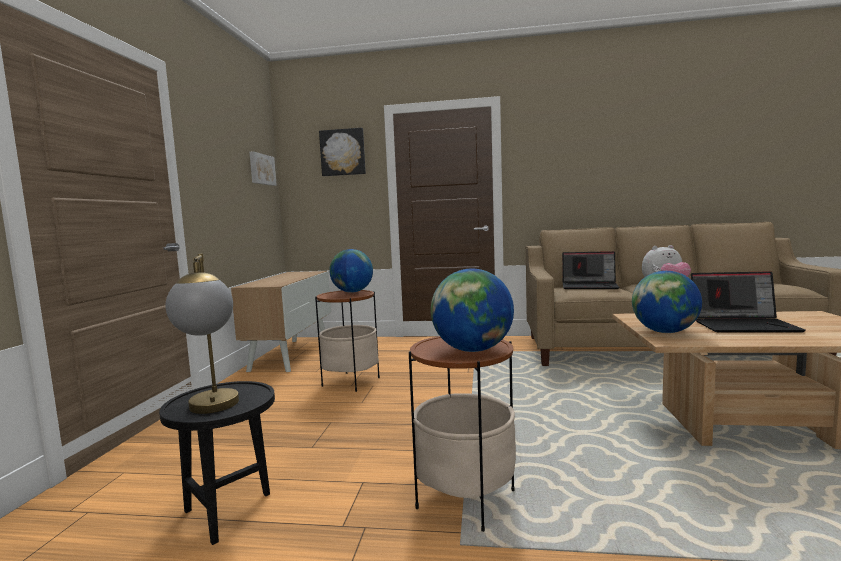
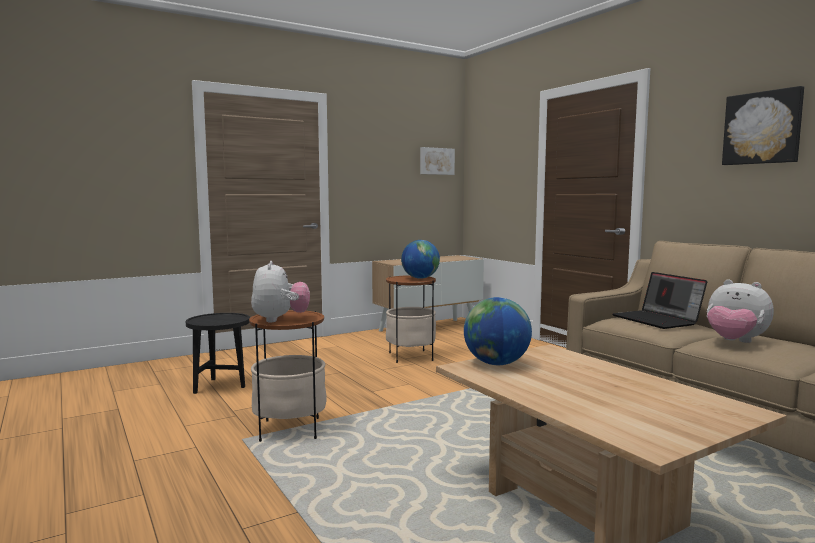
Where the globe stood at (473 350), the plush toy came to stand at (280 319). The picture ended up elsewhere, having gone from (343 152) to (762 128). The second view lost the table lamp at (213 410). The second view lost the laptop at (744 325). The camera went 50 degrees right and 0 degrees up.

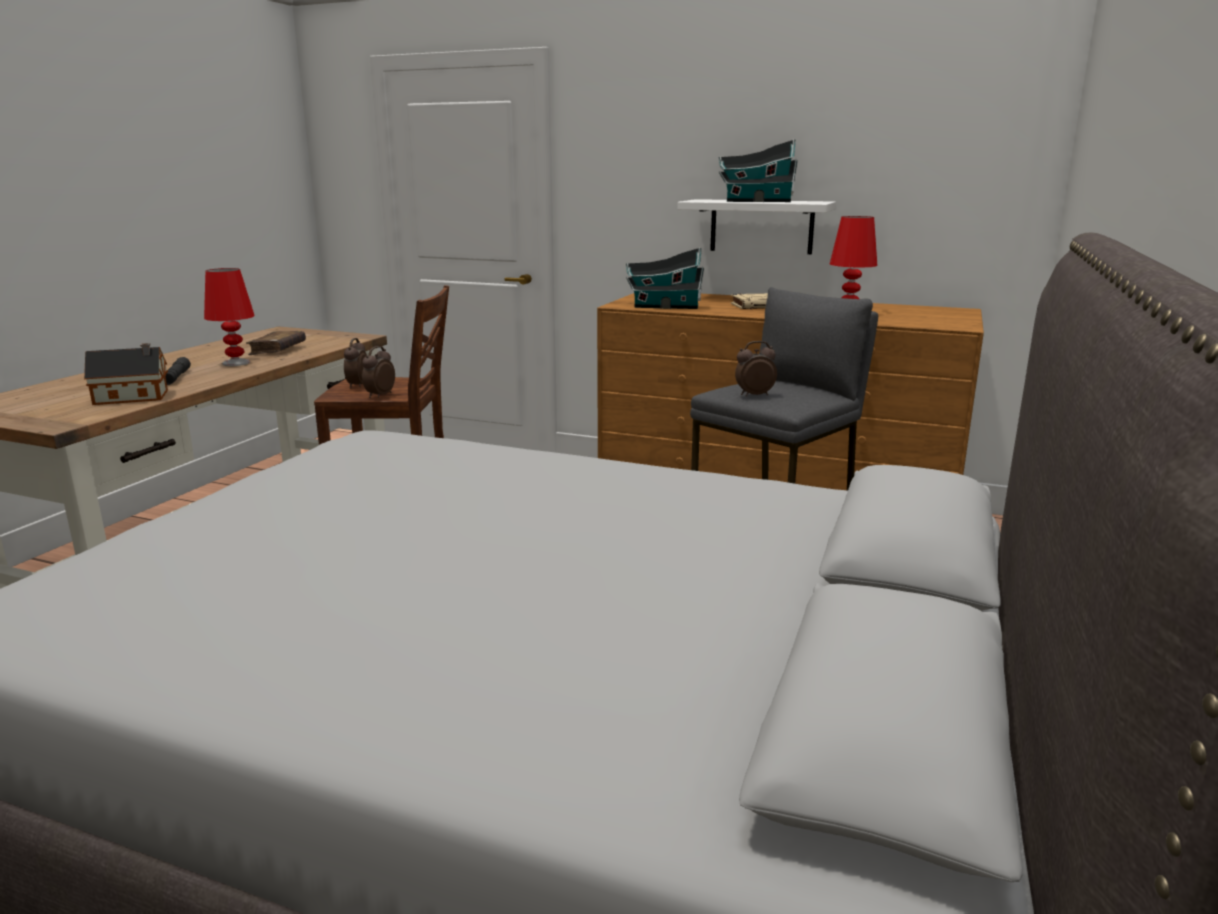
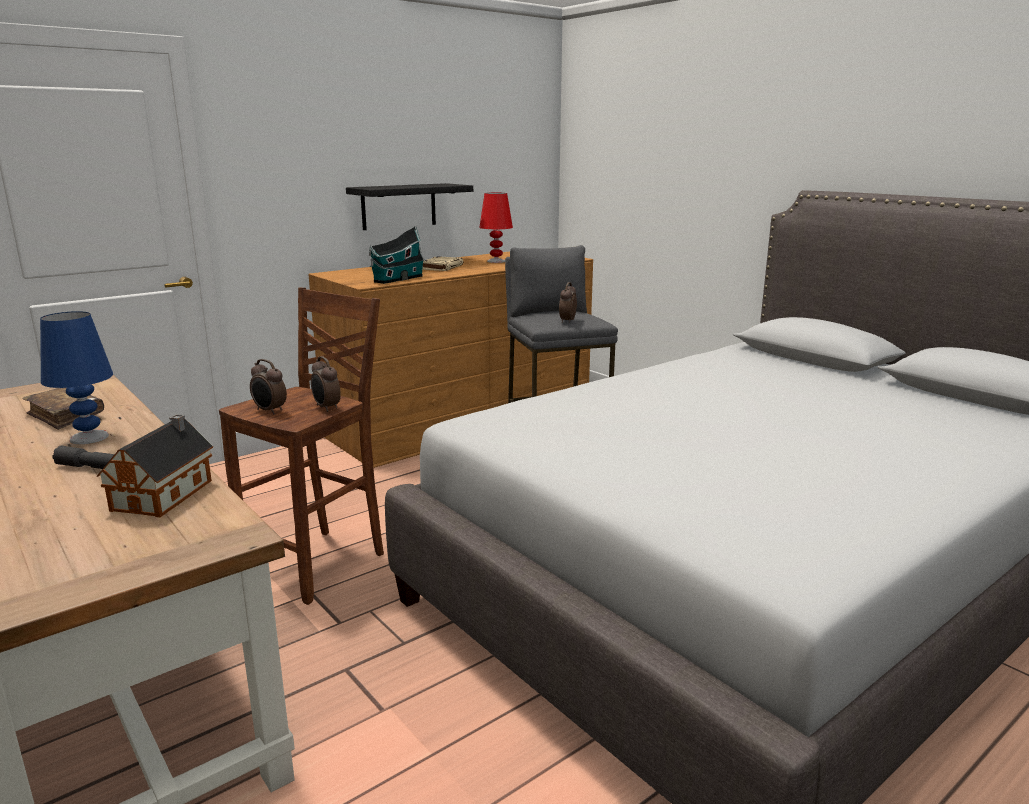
What was the red table lamp at (236 363) turned into the blue table lamp at (89 437). What was the white shelf at (761 226) turned into the black shelf at (399 206). The second view lost the toy house at (755 201). The camera went 60 degrees left and 0 degrees up.

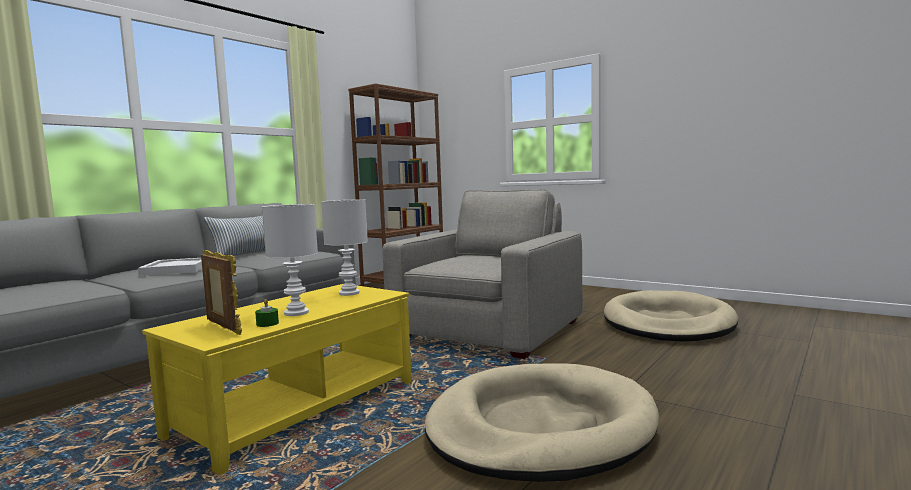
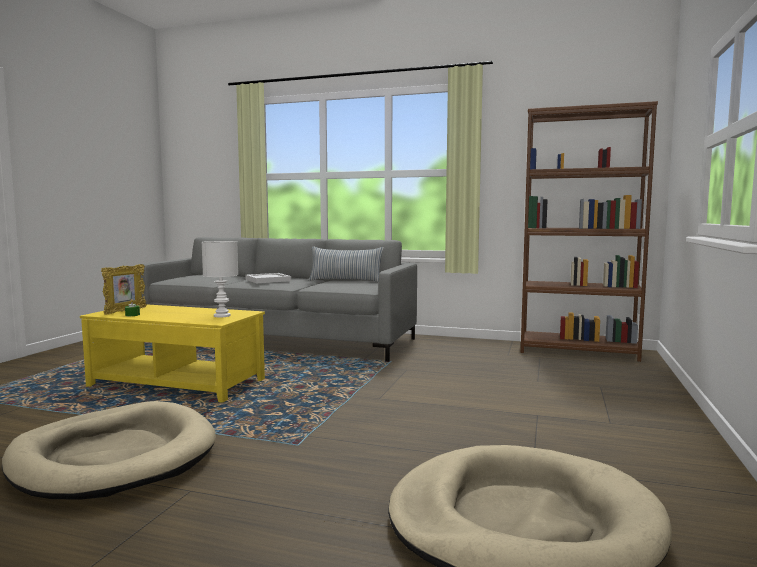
The second view lost the white table lamp at (295 313). The second view lost the grey armchair at (488 330). The camera went 70 degrees right and 0 degrees up.

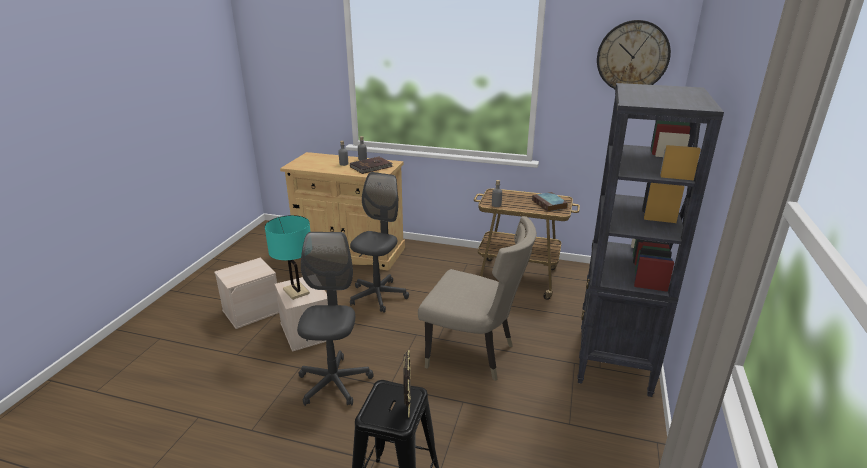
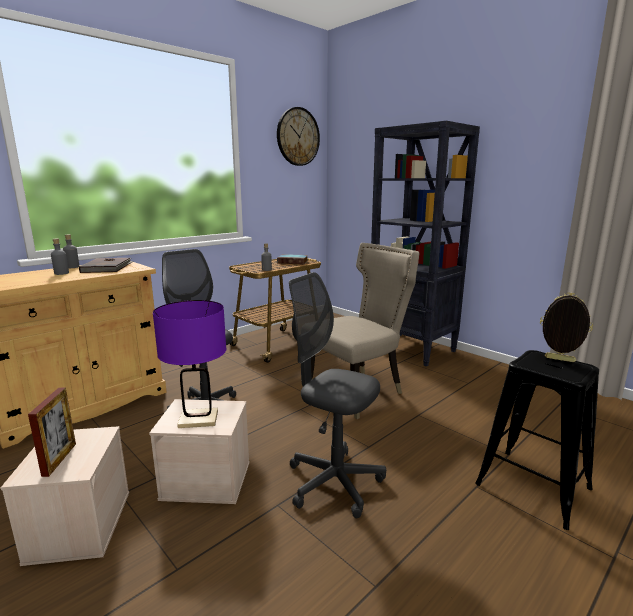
The second view gained the picture frame at (59 459). What was the turquoise table lamp at (296 291) turned into the purple table lamp at (198 419). The camera went 60 degrees left and 10 degrees down.

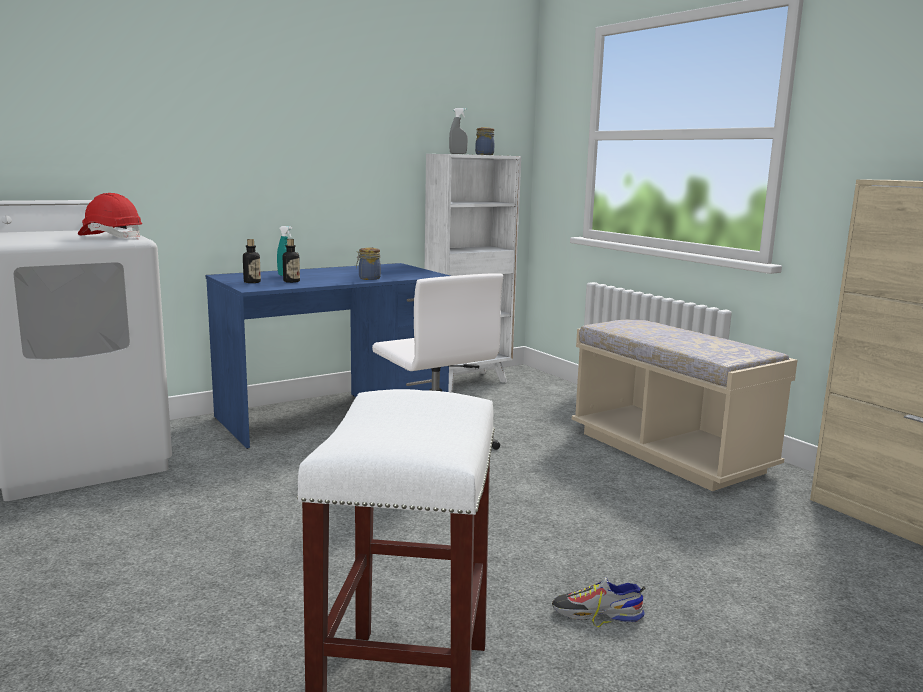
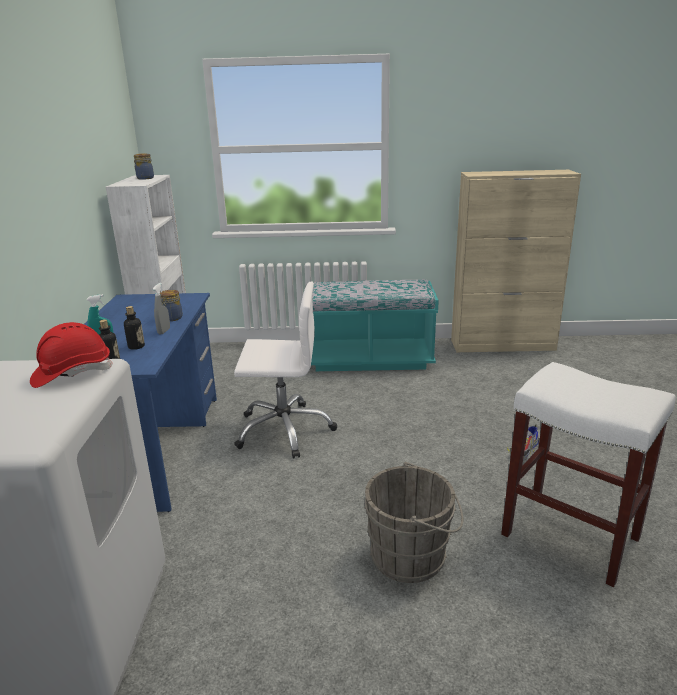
The grey spray bottle ended up elsewhere, having gone from (458 154) to (164 331). What was the beige bench at (669 452) turned into the turquoise bench at (369 359). The second view gained the grey bucket at (413 556). The camera went 55 degrees left and 10 degrees up.

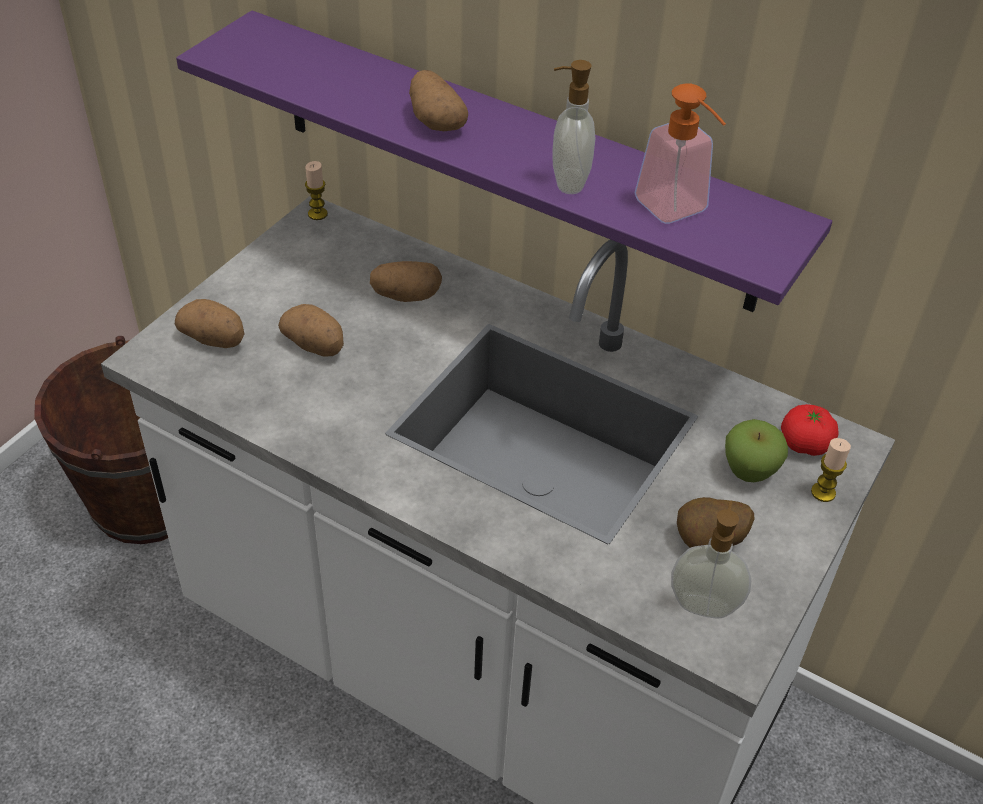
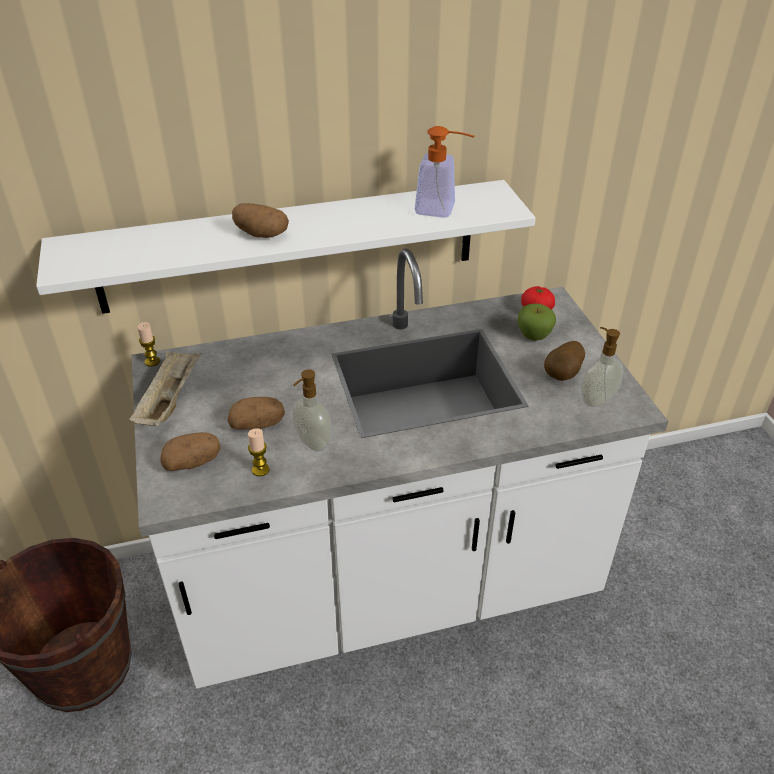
What was the purple shelf at (511 160) turned into the white shelf at (289 246). The second view gained the beige tray at (169 400). The candle ended up elsewhere, having gone from (823 492) to (260 470). The soap dispenser ended up elsewhere, having gone from (568 182) to (312 443). The second view lost the potato at (406 296). The camera went 45 degrees left and 5 degrees down.

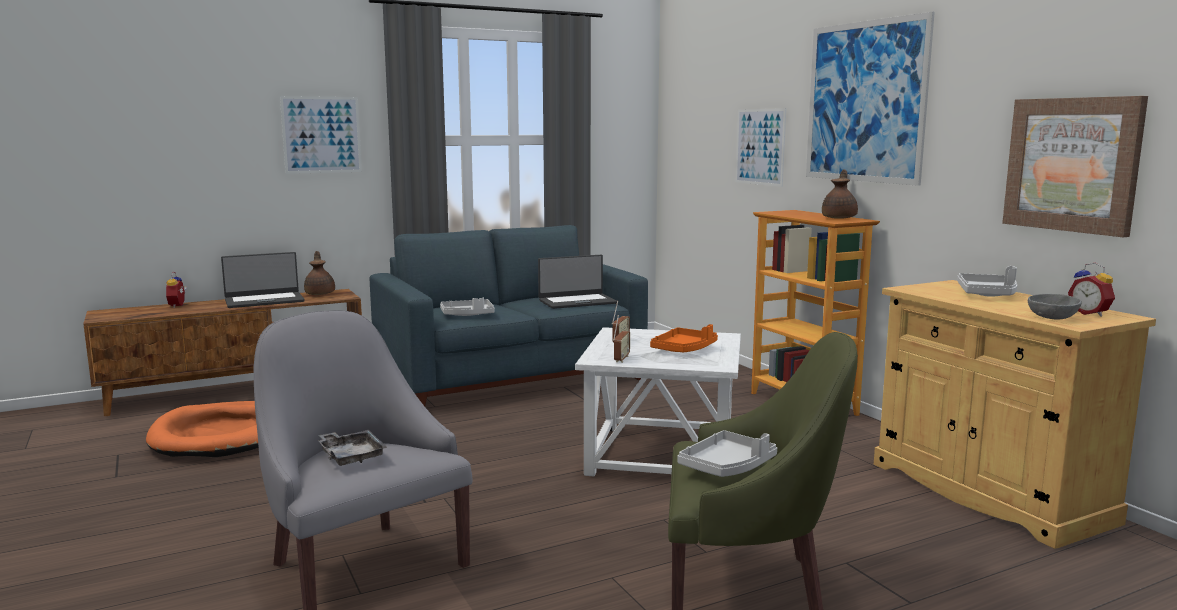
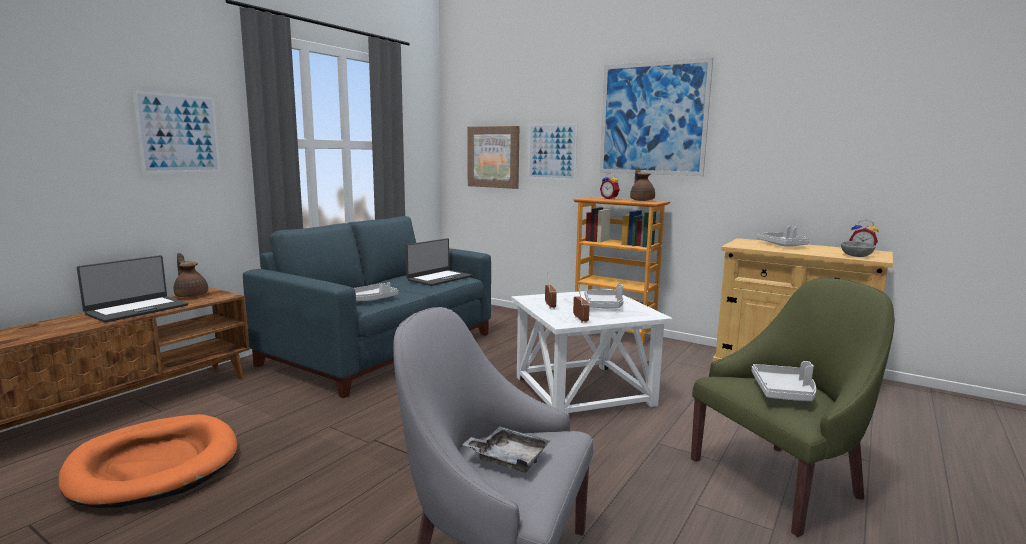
The picture ended up elsewhere, having gone from (1072 164) to (493 157). What was the orange tray at (684 349) turned into the grey tray at (604 306). The alarm clock ended up elsewhere, having gone from (178 305) to (610 198). The camera went 30 degrees left and 0 degrees up.

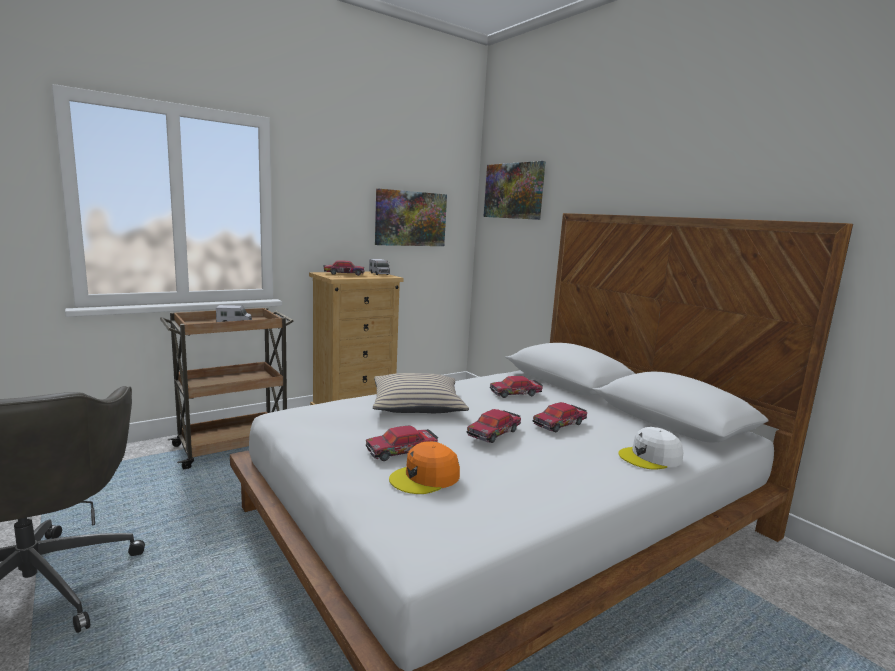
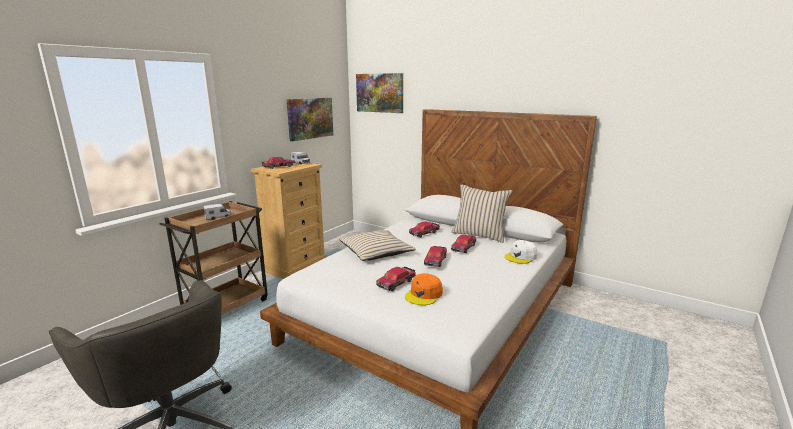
The second view gained the beige pillow at (479 235). The camera went 20 degrees left and 5 degrees up.

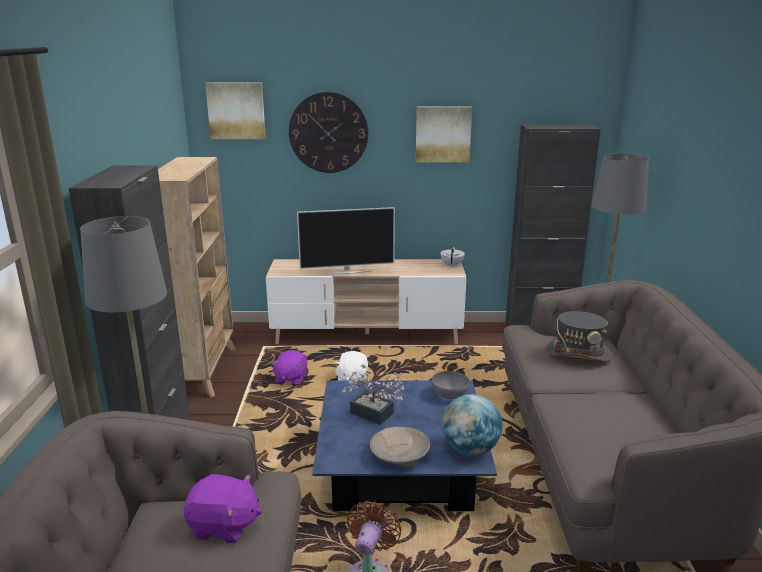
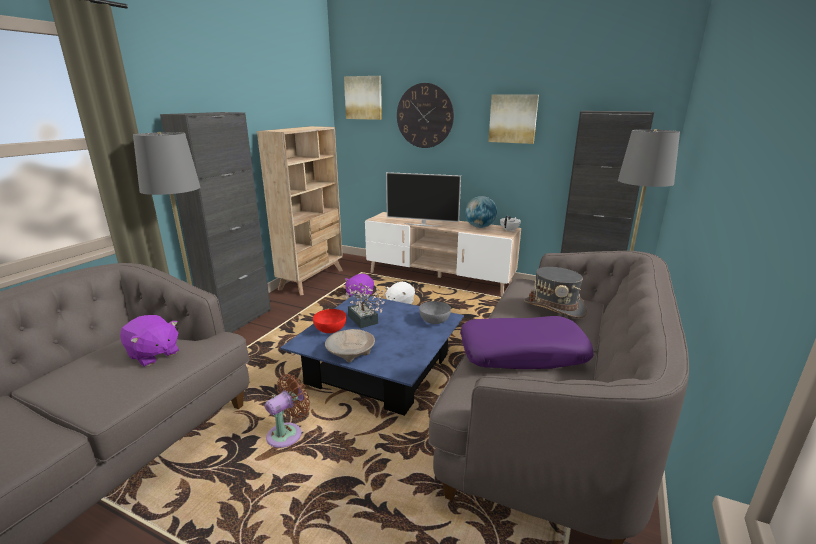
The second view gained the red bowl at (330 329). The second view gained the purple pillow at (522 353). The globe ended up elsewhere, having gone from (470 449) to (479 227). The camera went 25 degrees right and 0 degrees up.

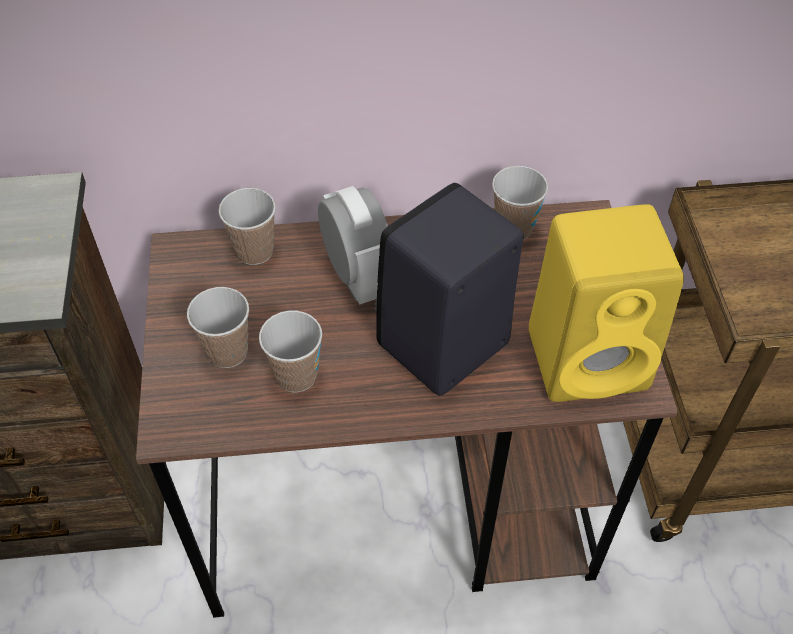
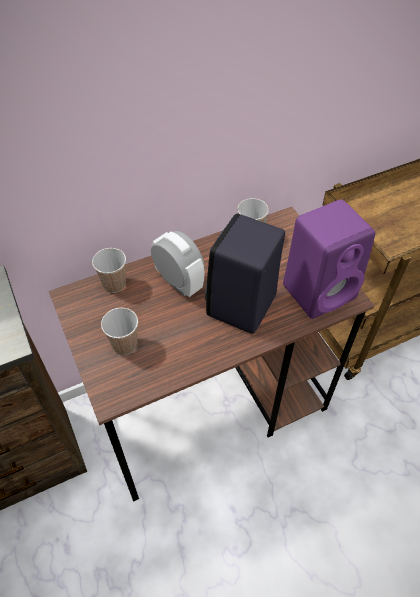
What was the yellow speaker at (591 358) turned into the purple speaker at (320 290). The second view lost the cup at (296 376). The camera went 20 degrees left and 0 degrees up.

